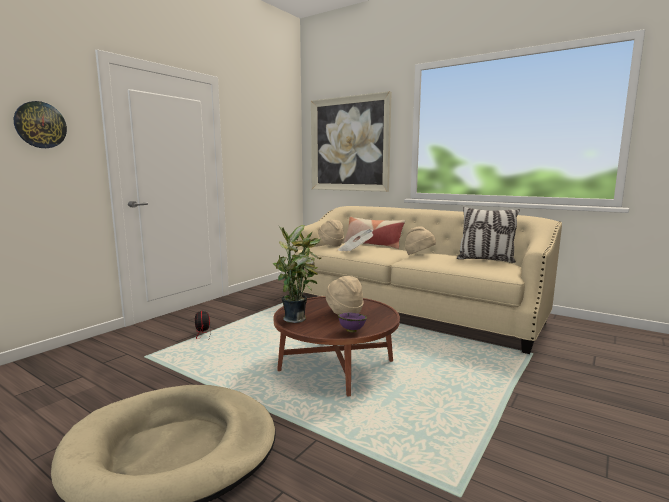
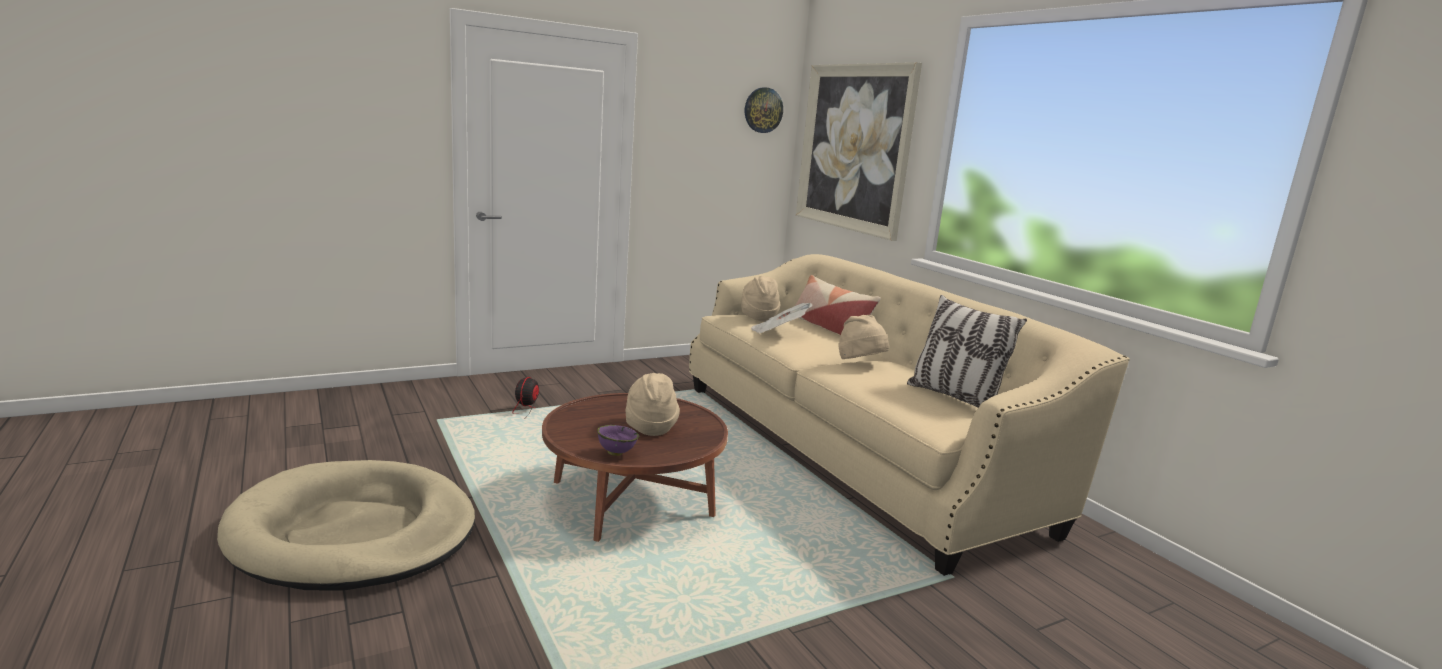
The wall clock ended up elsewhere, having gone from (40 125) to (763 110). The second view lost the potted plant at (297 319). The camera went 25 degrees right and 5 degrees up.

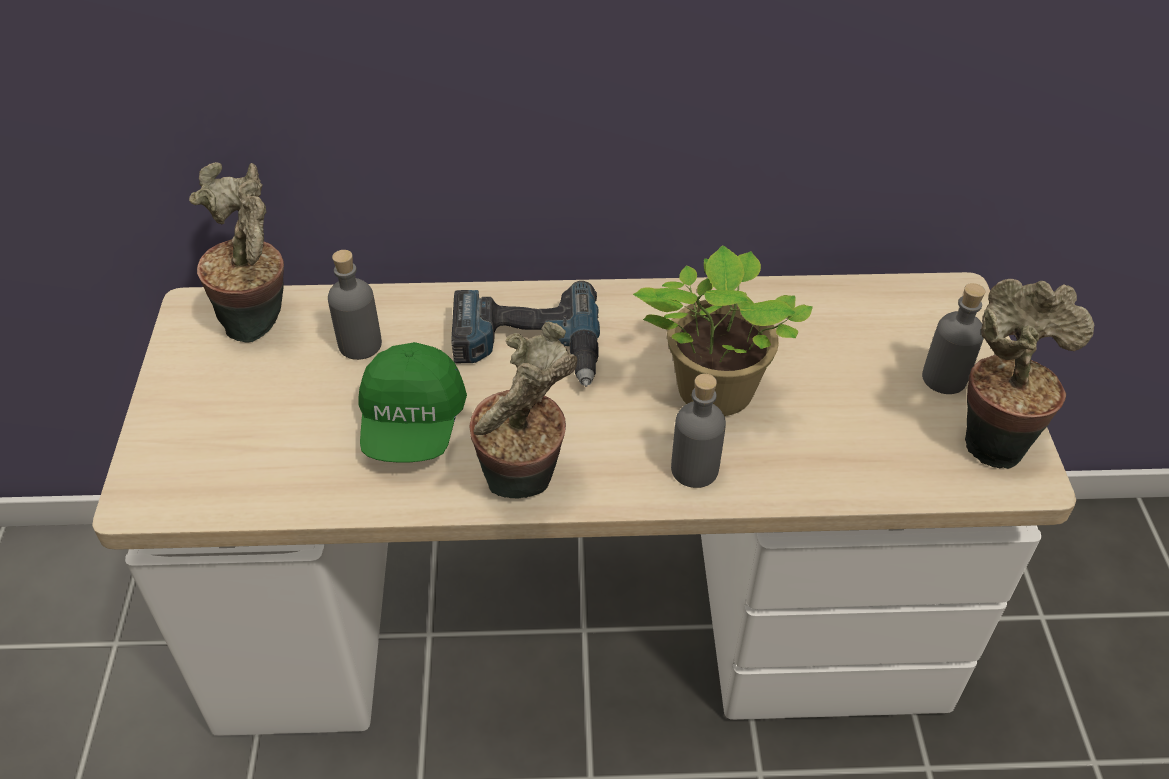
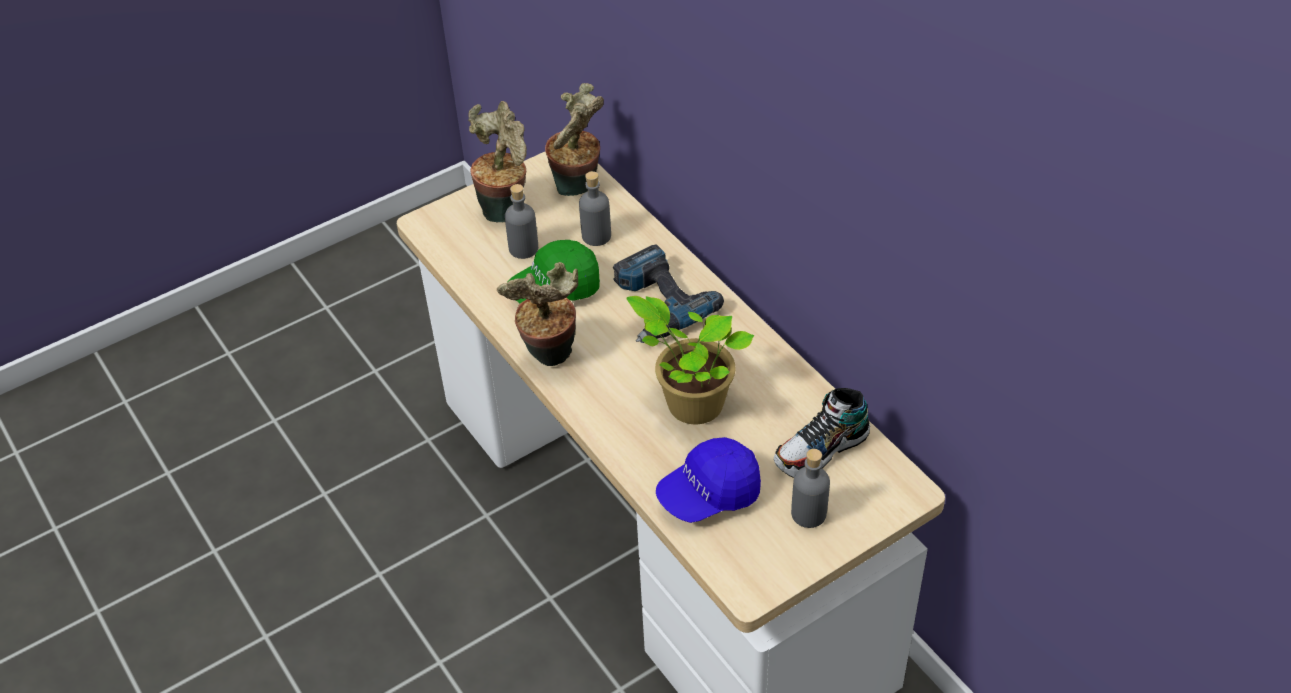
The potted plant ended up elsewhere, having gone from (991 439) to (505 208). The grey bottle ended up elsewhere, having gone from (694 469) to (523 248). The second view gained the blue cap at (709 494). The second view gained the shoe at (821 450). The camera went 60 degrees right and 0 degrees up.

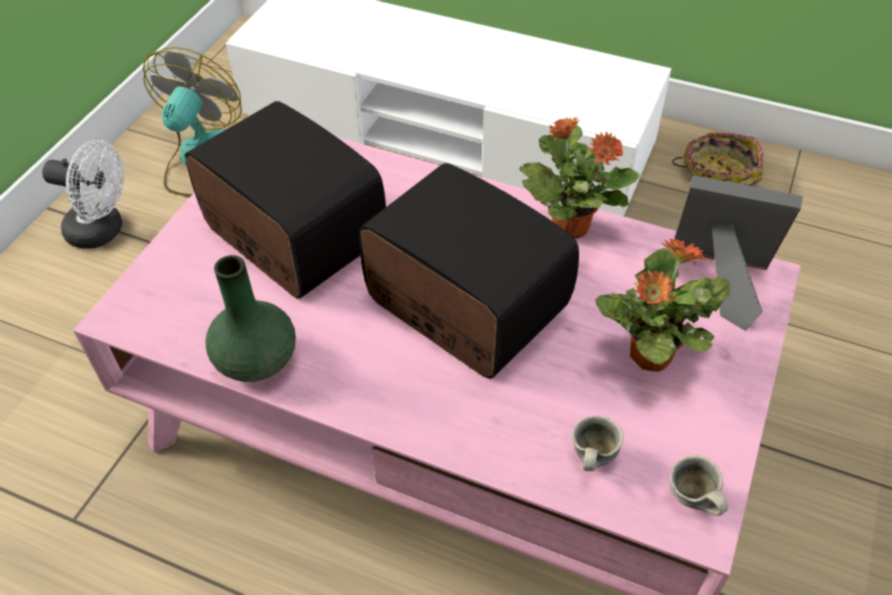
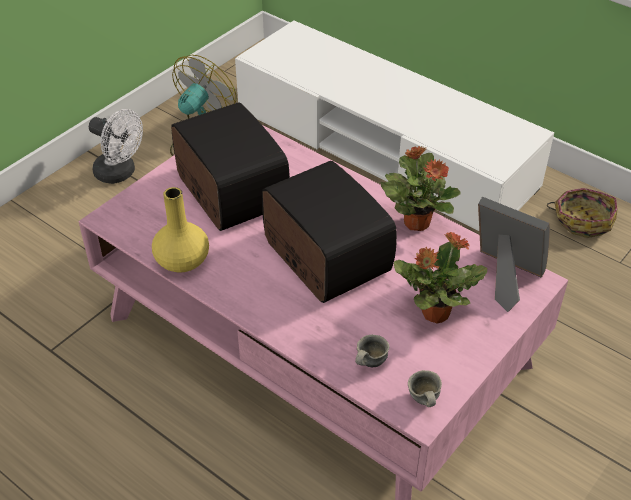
What was the green vase at (255 359) turned into the yellow vase at (182 261). The camera went 15 degrees right and 5 degrees down.

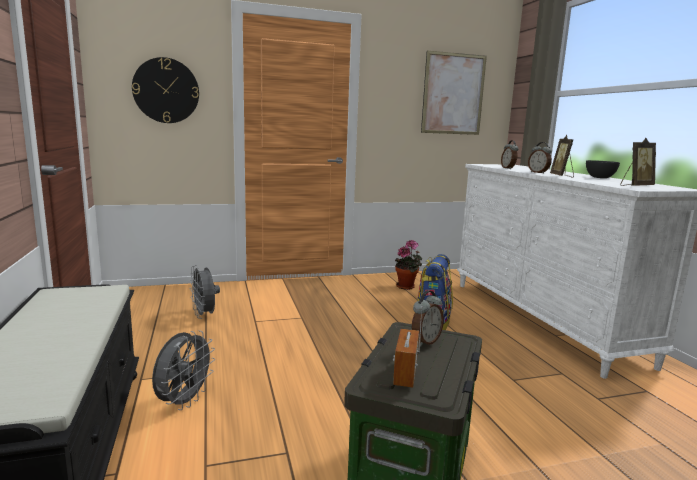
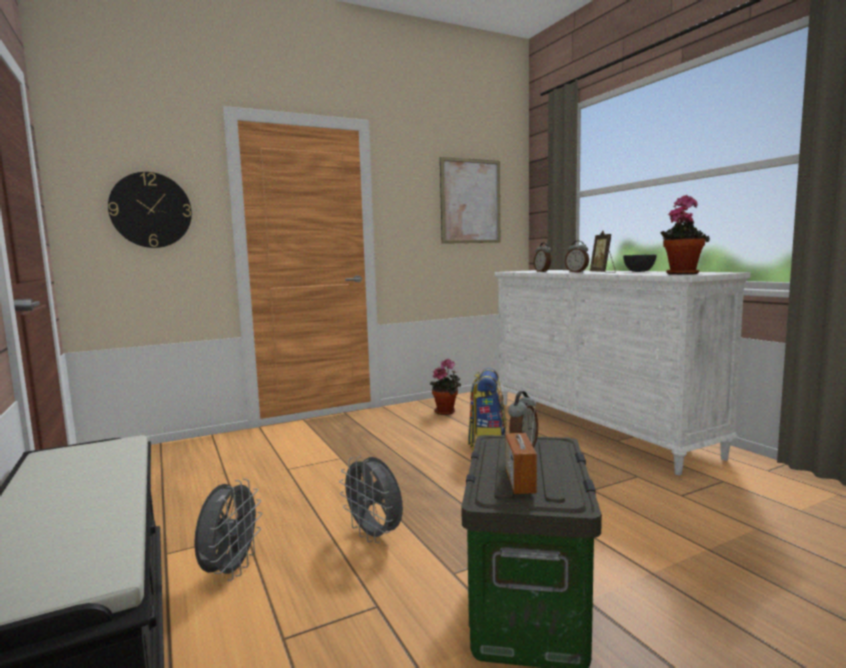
The grey fan ended up elsewhere, having gone from (204 315) to (375 535). Where the picture frame stood at (635 186), the potted plant came to stand at (682 274). The camera went 10 degrees left and 5 degrees down.

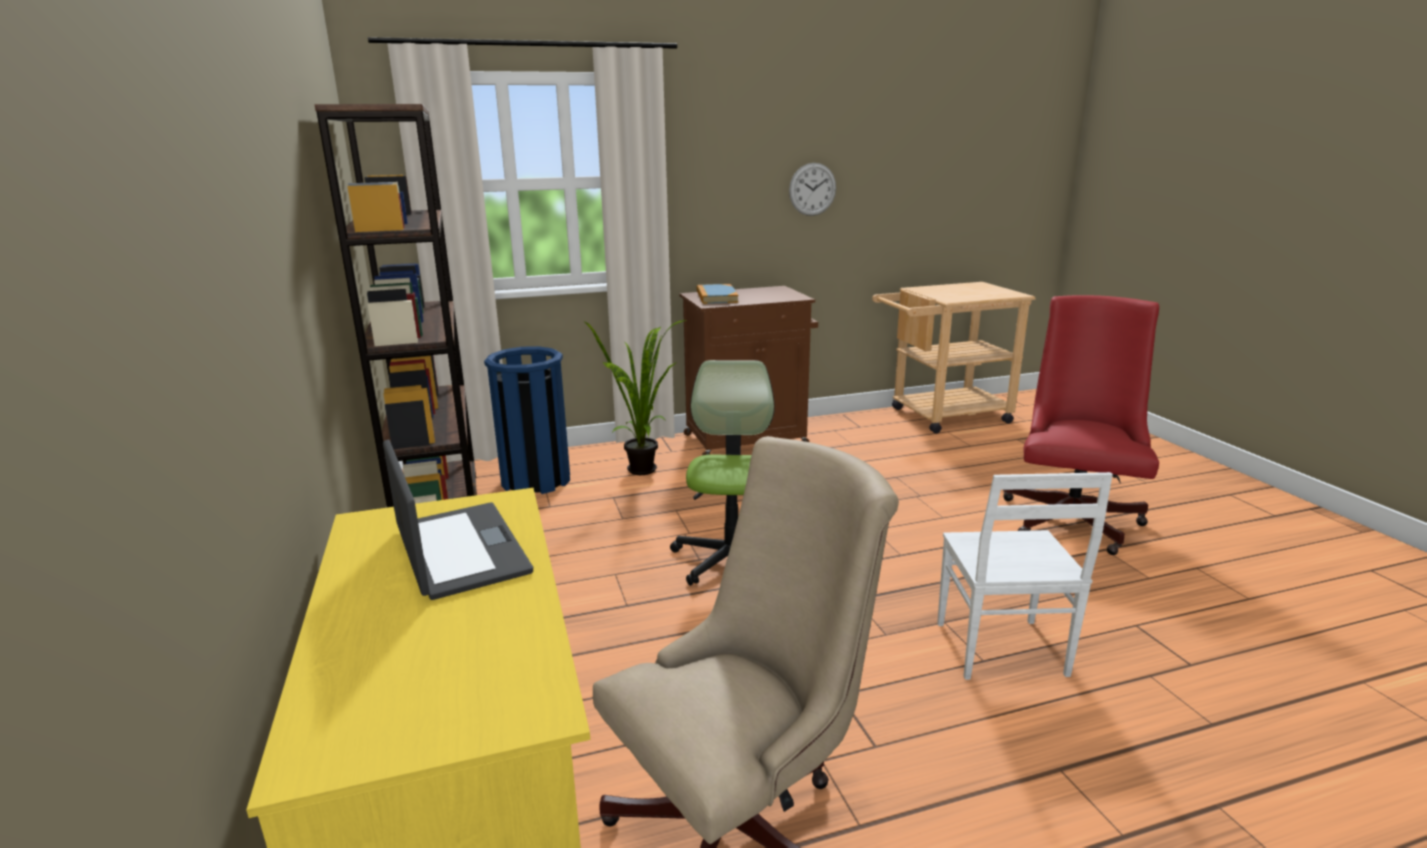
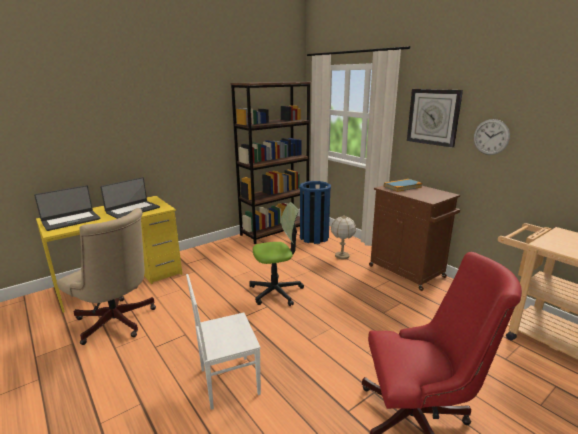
The second view gained the laptop at (71 220). Where the potted plant stood at (646 472), the table lamp came to stand at (342 256). The second view gained the wall clock at (433 117). The camera went 70 degrees right and 0 degrees up.

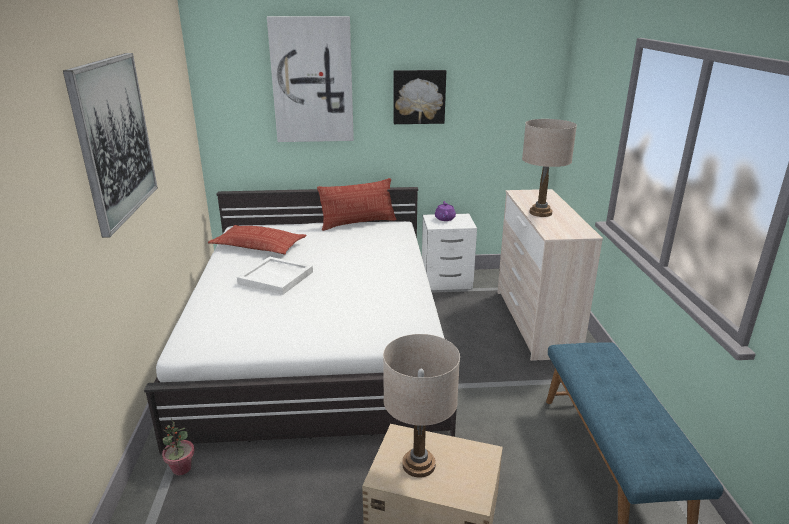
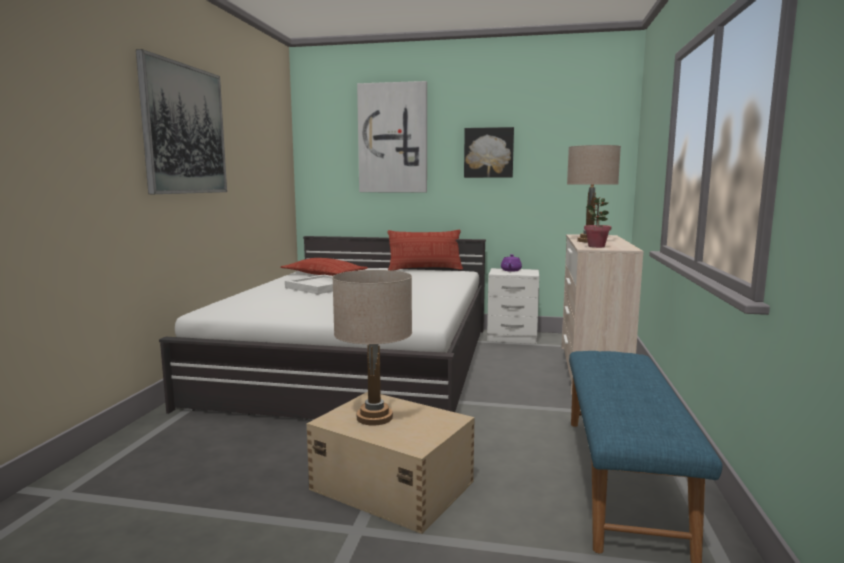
The potted plant ended up elsewhere, having gone from (181 468) to (596 246). The camera went 15 degrees right and 15 degrees down.

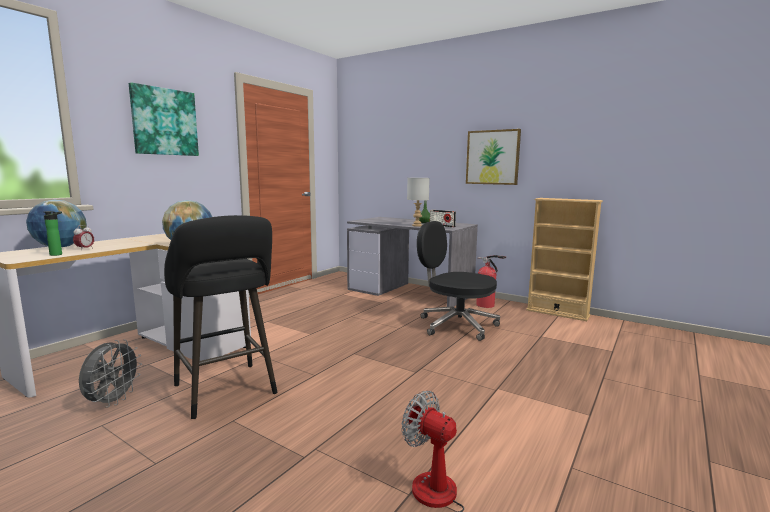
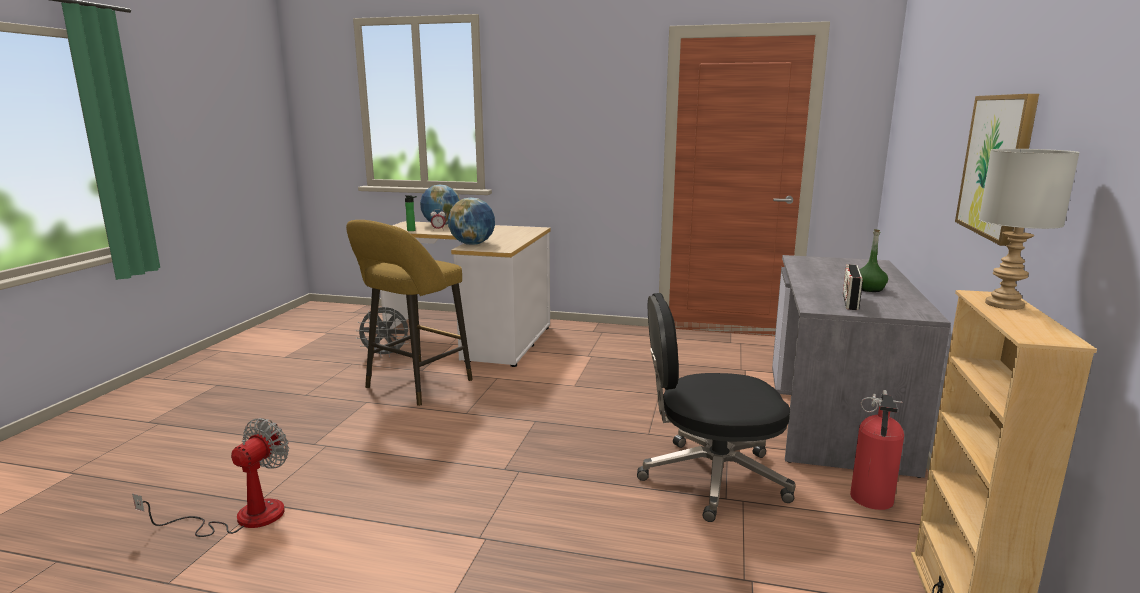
What was the black stool at (227 392) turned into the yellow stool at (414 385). The black office chair at (456 325) ended up facing another way, 105 degrees counterclockwise from before. The grey table lamp ended up elsewhere, having gone from (417 225) to (1006 305). The second view lost the picture at (164 122). The camera went 70 degrees right and 5 degrees up.

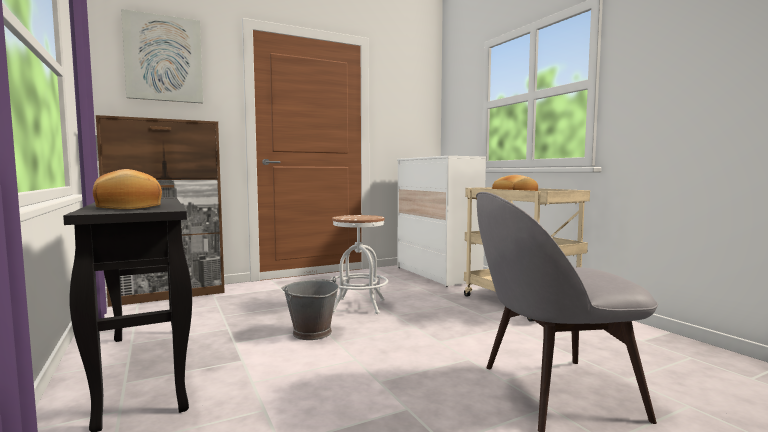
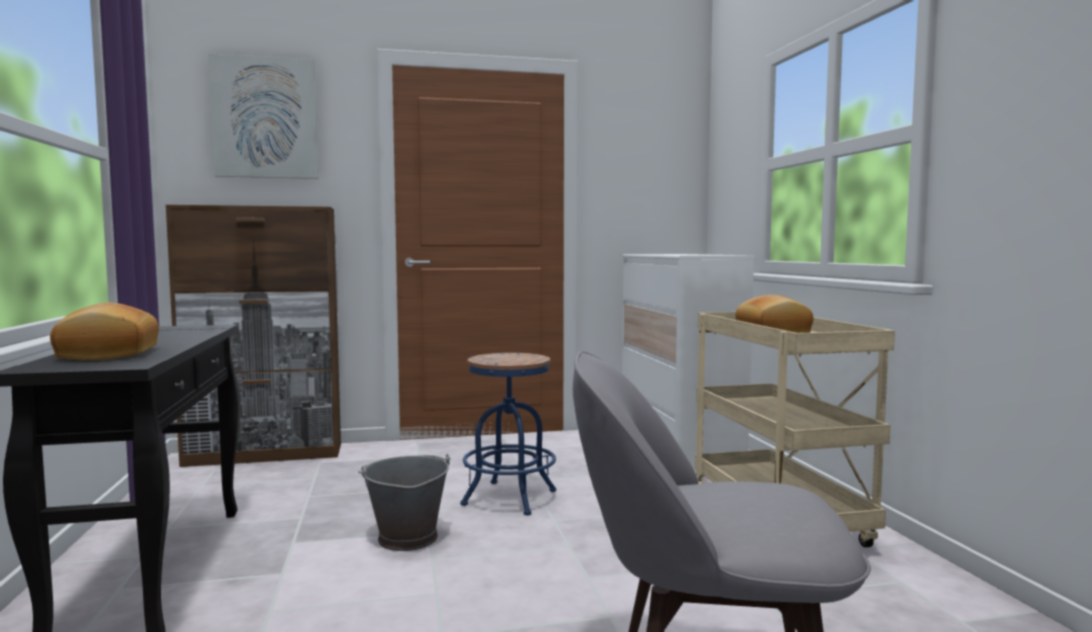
What was the white stool at (359 306) turned into the blue stool at (509 498). The camera went 15 degrees right and 0 degrees up.

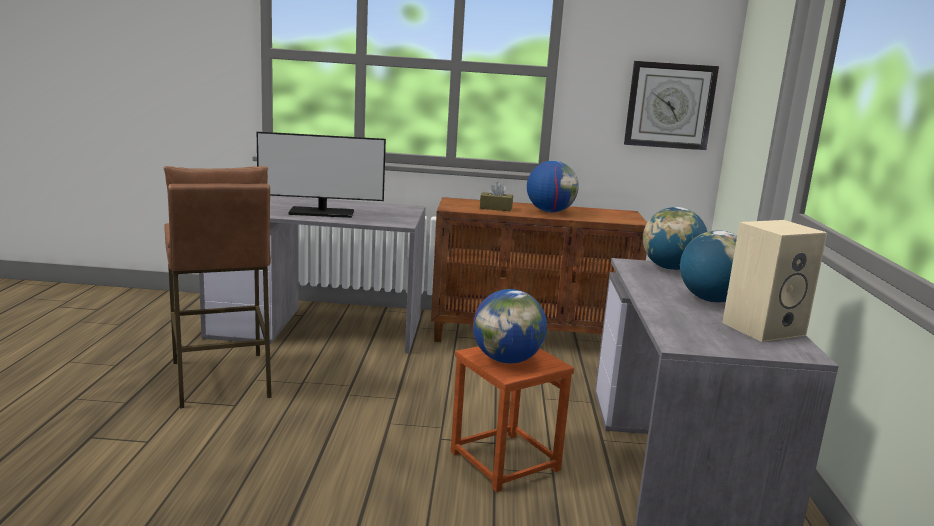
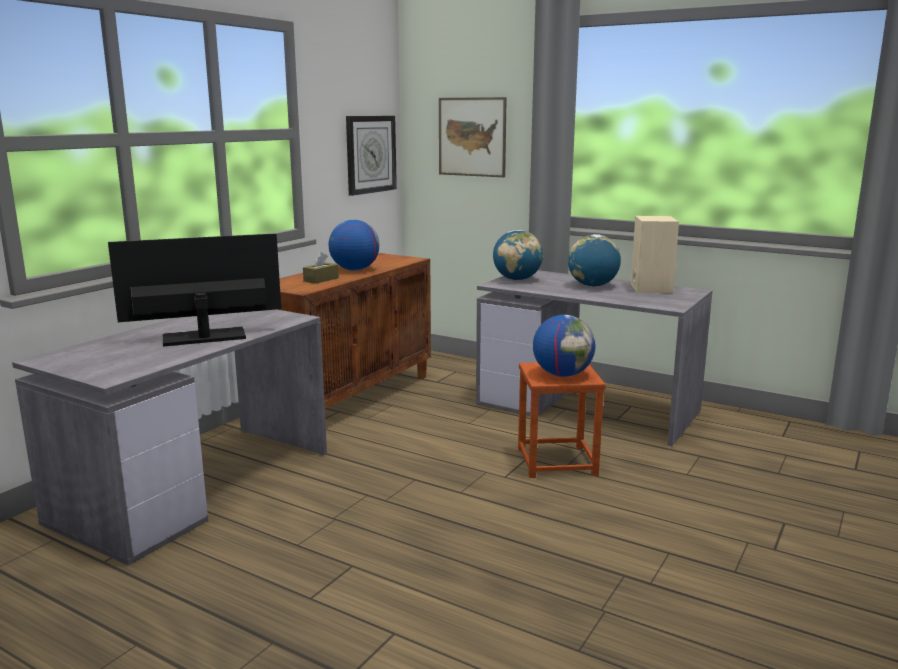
The monitor at (321 213) ended up facing another way, 135 degrees counterclockwise from before. The second view gained the picture at (472 137). The second view lost the brown stool at (221 379). The camera went 60 degrees left and 0 degrees up.

